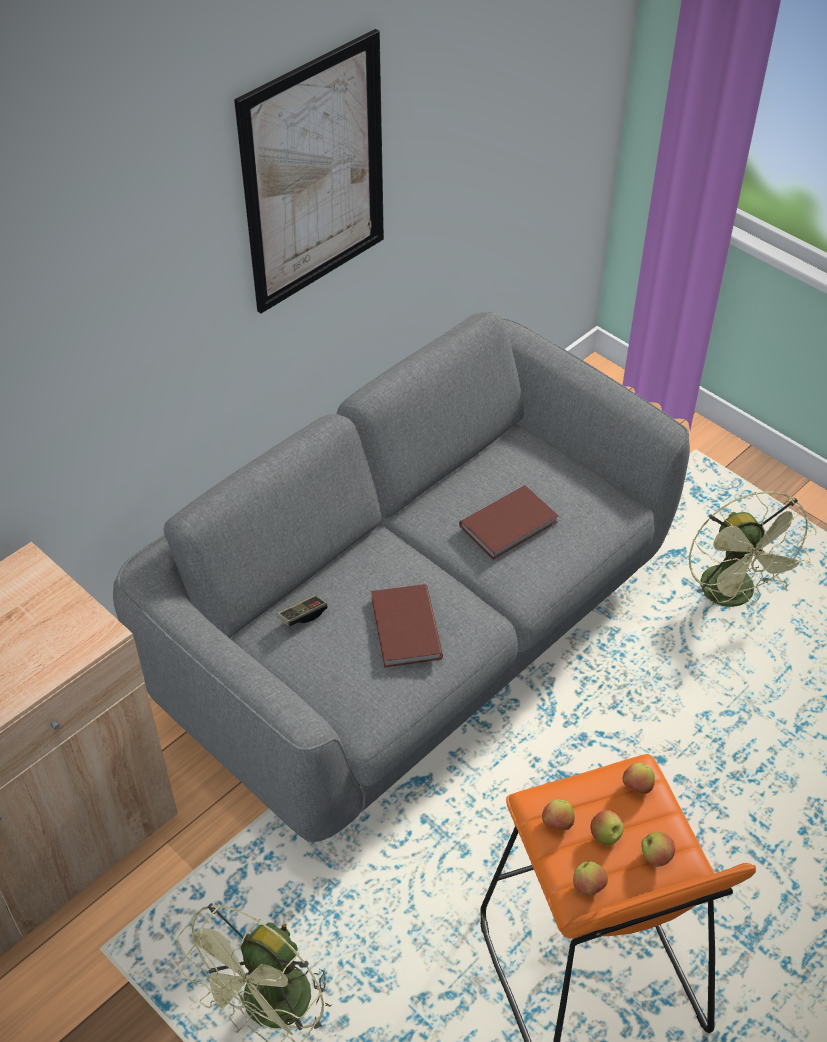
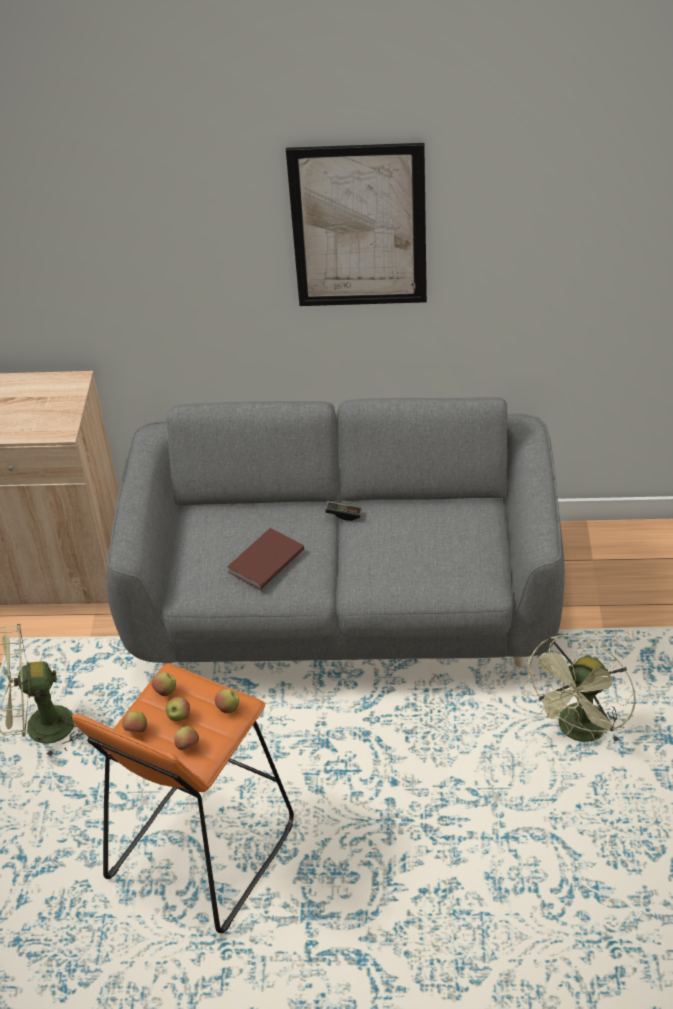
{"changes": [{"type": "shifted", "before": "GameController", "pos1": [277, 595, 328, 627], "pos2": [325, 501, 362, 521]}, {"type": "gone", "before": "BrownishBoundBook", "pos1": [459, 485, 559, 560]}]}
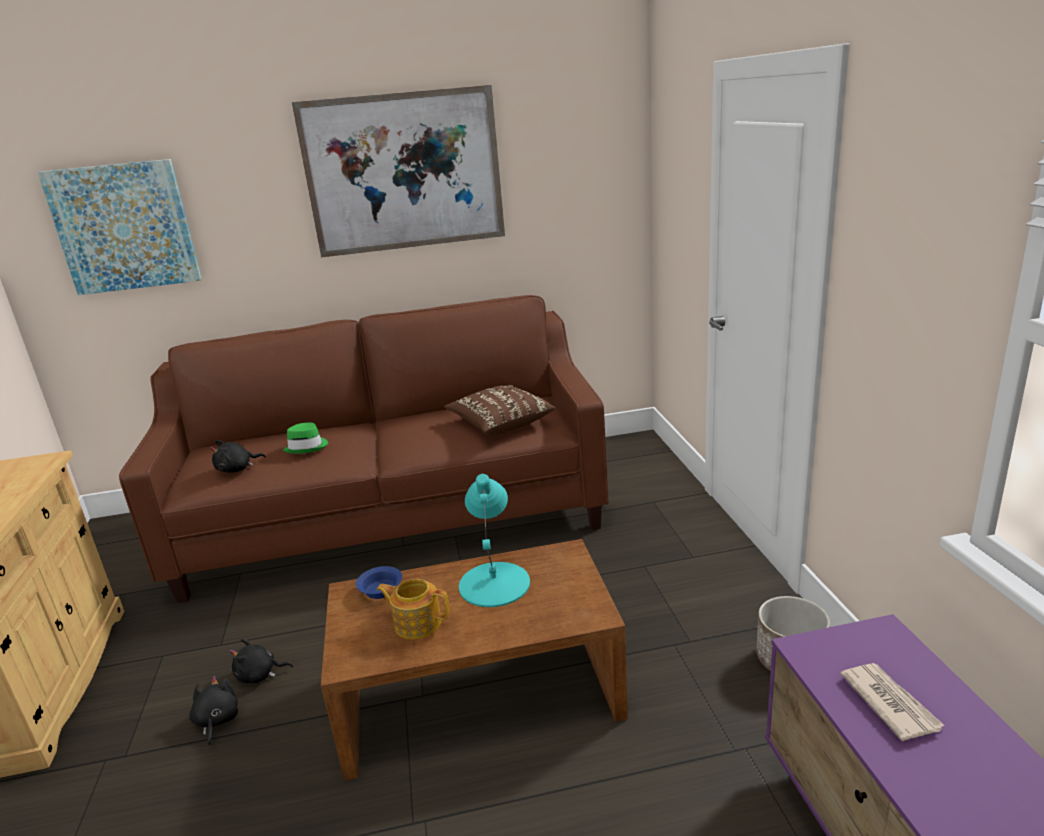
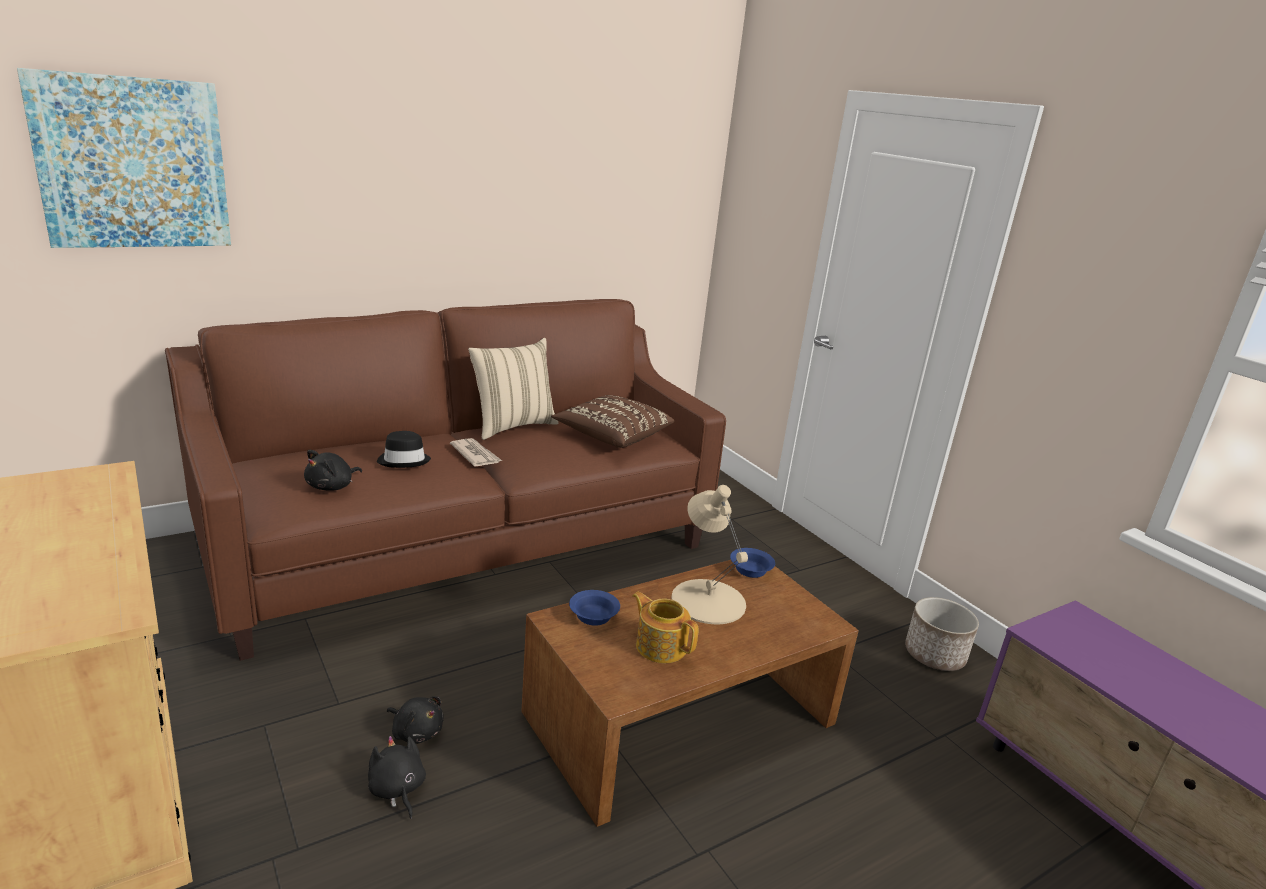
{"changes": [{"type": "rotated", "before": "BlackColouredPlushToy", "pos1": [230, 639, 293, 684], "pos2": [387, 696, 444, 744], "turn": -120}, {"type": "repainted", "before": "GreenishHat", "after": "BlackColouredHat", "pos1": [283, 422, 328, 454], "pos2": [377, 431, 431, 468]}, {"type": "gone", "before": "WallArt", "pos1": [292, 85, 505, 257]}, {"type": "rotated", "before": "Teapot", "pos1": [376, 579, 450, 639], "pos2": [632, 592, 699, 663], "turn": 45}, {"type": "repainted", "before": "BlueGreenTabletopLamp", "after": "SandColouredTabletopLamp", "pos1": [459, 474, 530, 607], "pos2": [671, 485, 748, 624]}, {"type": "shifted", "before": "PrintedPaper", "pos1": [840, 663, 945, 741], "pos2": [450, 438, 502, 466]}, {"type": "new", "after": "SandColouredCushion", "pos2": [468, 338, 559, 440]}, {"type": "new", "after": "BlueBowl", "pos2": [730, 548, 775, 578]}]}
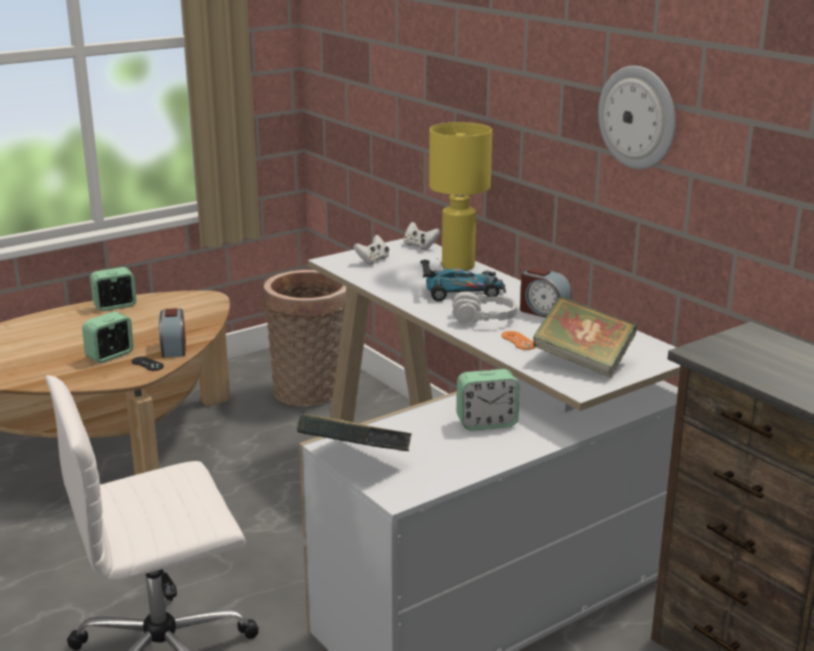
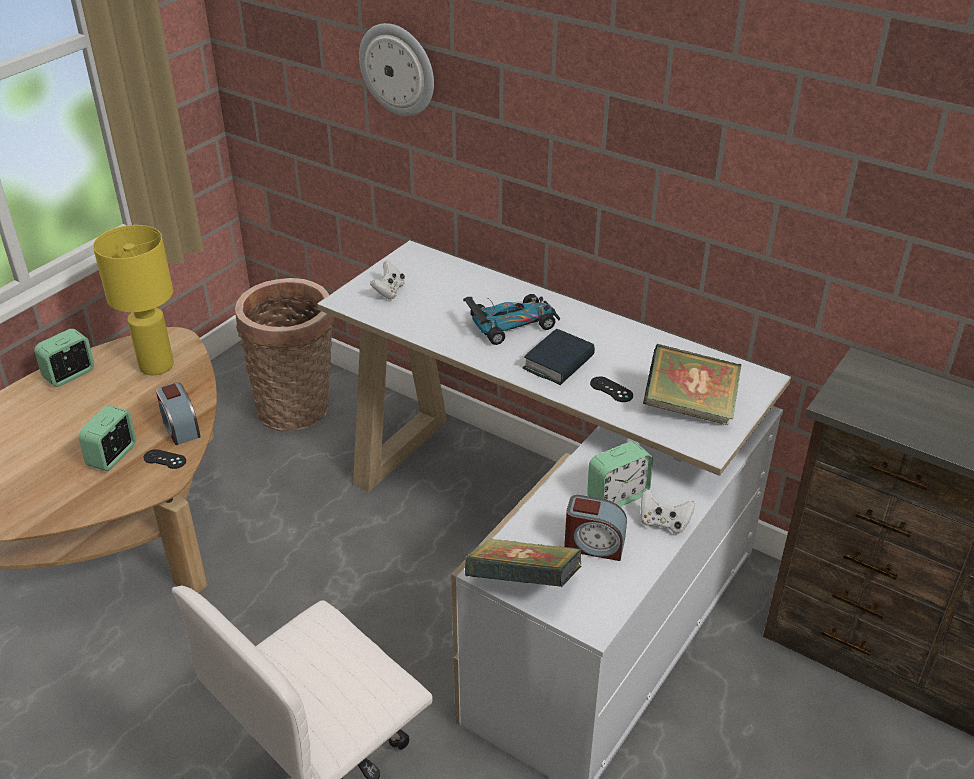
{"changes": [{"type": "shifted", "before": "WhitishGameController", "pos1": [404, 222, 440, 250], "pos2": [640, 489, 695, 534]}, {"type": "shifted", "before": "YellowishTabletopLamp", "pos1": [429, 122, 492, 271], "pos2": [93, 225, 174, 375]}, {"type": "swapped", "before": "GreyPairOfHeadphones", "after": "BoundBook", "pos1": [452, 291, 517, 324], "pos2": [523, 329, 595, 385]}, {"type": "repainted", "before": "OrangeGameController", "after": "BlackColouredGameController", "pos1": [501, 331, 535, 350], "pos2": [590, 376, 633, 402]}, {"type": "shifted", "before": "TableClock", "pos1": [520, 267, 572, 318], "pos2": [564, 495, 627, 561]}, {"type": "shifted", "before": "WallClock", "pos1": [598, 66, 676, 169], "pos2": [359, 23, 434, 116]}]}
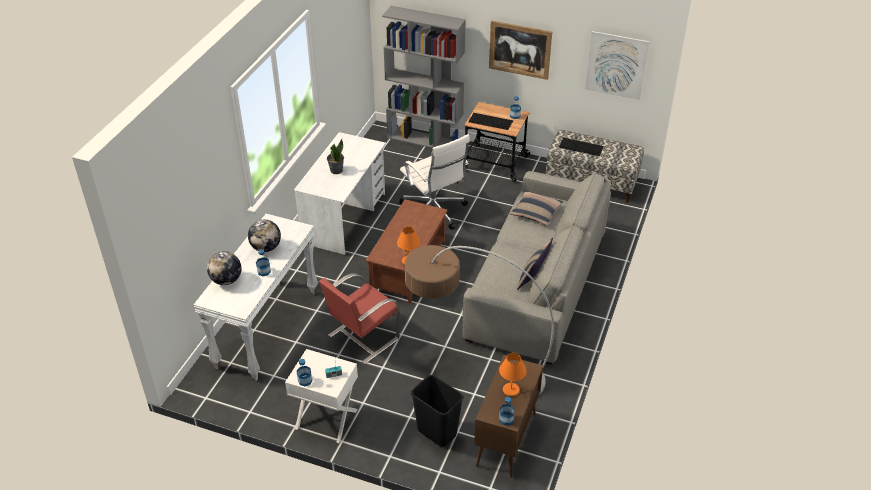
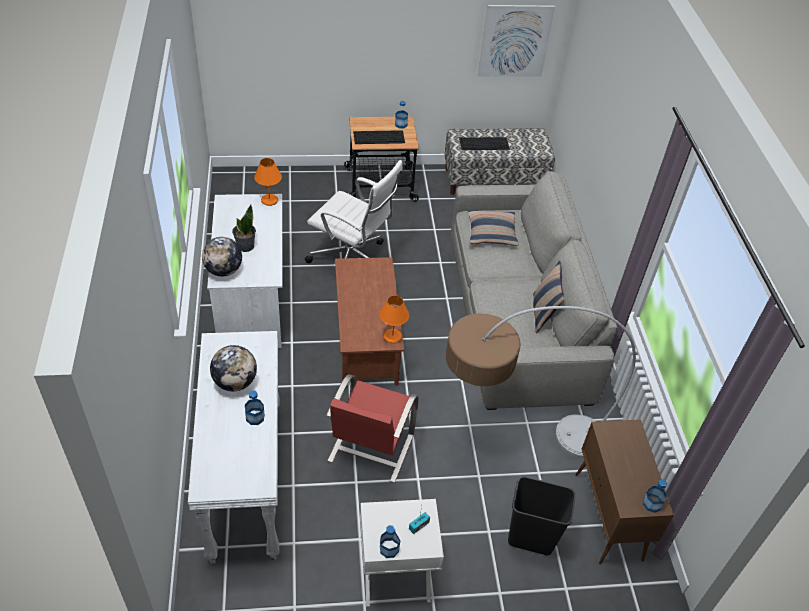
{"changes": [{"type": "shifted", "before": "DeskGlobe", "pos1": [207, 251, 241, 285], "pos2": [202, 237, 242, 277]}, {"type": "gone", "before": "GreyBookcase", "pos1": [382, 6, 466, 148]}, {"type": "gone", "before": "WallArt", "pos1": [489, 20, 552, 80]}, {"type": "shifted", "before": "OrangeTabletopLamp", "pos1": [499, 353, 527, 397], "pos2": [254, 158, 282, 206]}]}
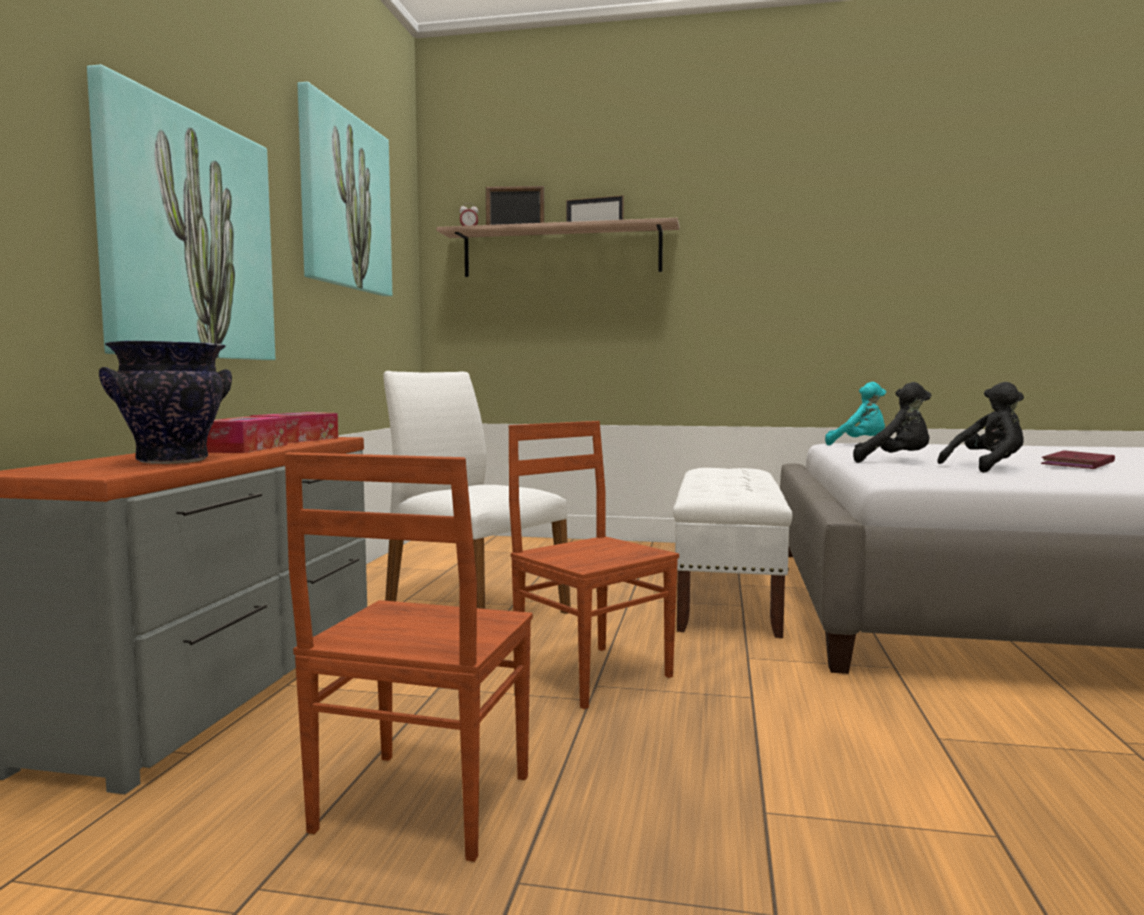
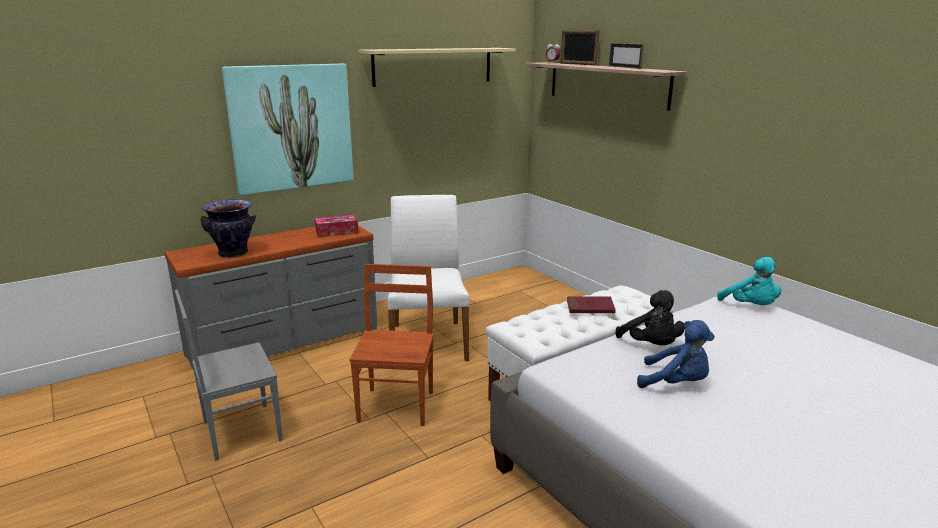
{"changes": [{"type": "gone", "before": "TissueHolder", "pos1": [207, 417, 287, 453]}, {"type": "repainted", "before": "BrownishChair", "after": "GreyChair", "pos1": [284, 452, 533, 862], "pos2": [175, 289, 283, 461]}, {"type": "swapped", "before": "WallArt", "after": "SandColouredBracketShelf", "pos1": [297, 82, 392, 296], "pos2": [358, 48, 516, 87]}, {"type": "repainted", "before": "BlackColouredPlushToy", "after": "BluePlushToy", "pos1": [937, 382, 1024, 473], "pos2": [637, 320, 715, 388]}, {"type": "shifted", "before": "RedColouredBoundBook", "pos1": [1041, 450, 1115, 469], "pos2": [567, 296, 616, 313]}]}
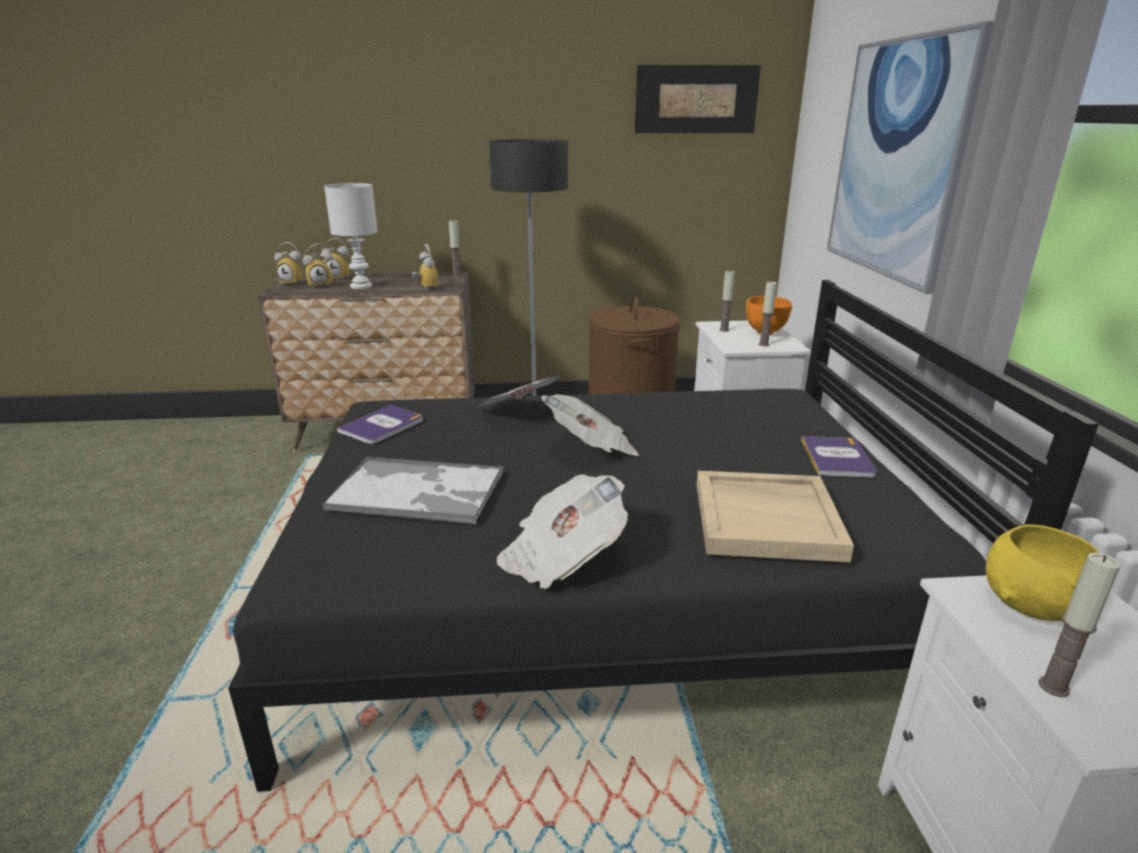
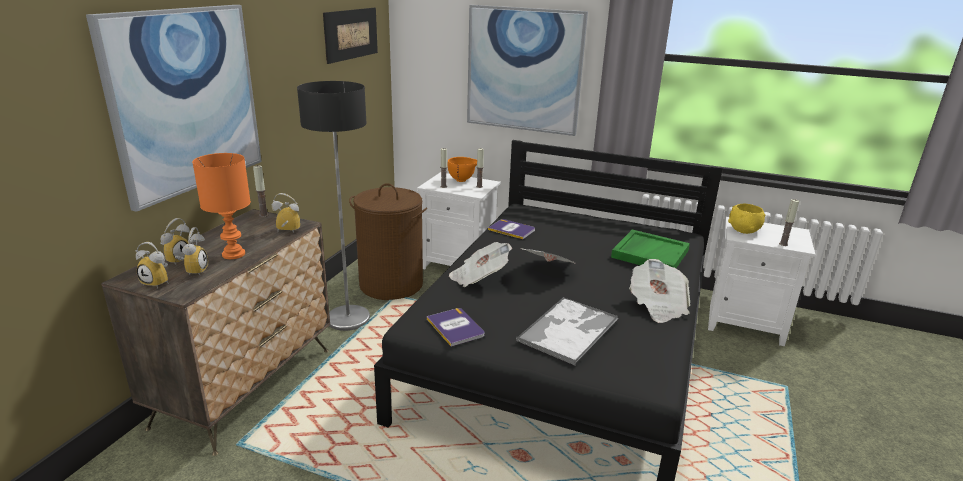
{"changes": [{"type": "rotated", "before": "TableClock", "pos1": [274, 242, 304, 285], "pos2": [136, 242, 169, 289], "turn": 75}, {"type": "repainted", "before": "WhitishTabletopLamp", "after": "OrangeTabletopLamp", "pos1": [324, 183, 378, 289], "pos2": [192, 153, 251, 259]}, {"type": "repainted", "before": "SandColouredCarryingTray", "after": "GreenishCarryingTray", "pos1": [697, 471, 854, 562], "pos2": [611, 230, 690, 268]}, {"type": "shifted", "before": "BoundBook", "pos1": [801, 436, 877, 478], "pos2": [488, 219, 535, 239]}, {"type": "new", "after": "WallArt", "pos2": [86, 5, 262, 212]}]}
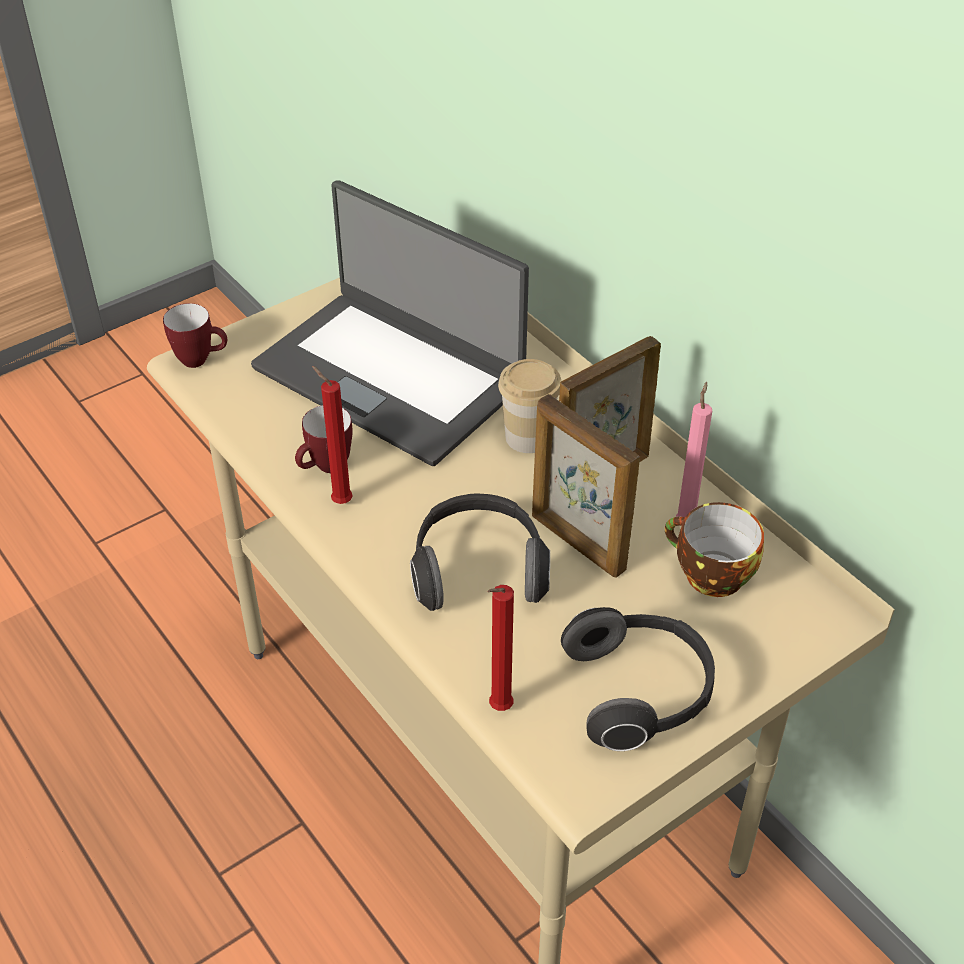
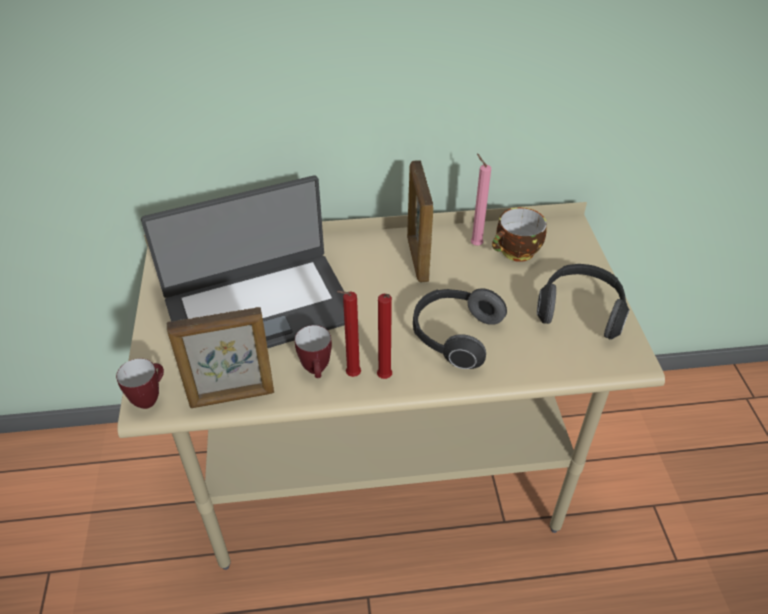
{"changes": [{"type": "shifted", "before": "RedColouredWaxCandle", "pos1": [488, 585, 514, 711], "pos2": [377, 294, 392, 379]}, {"type": "gone", "before": "Cup", "pos1": [498, 359, 561, 453]}, {"type": "shifted", "before": "PictureFrame", "pos1": [532, 394, 640, 578], "pos2": [167, 307, 274, 408]}]}
